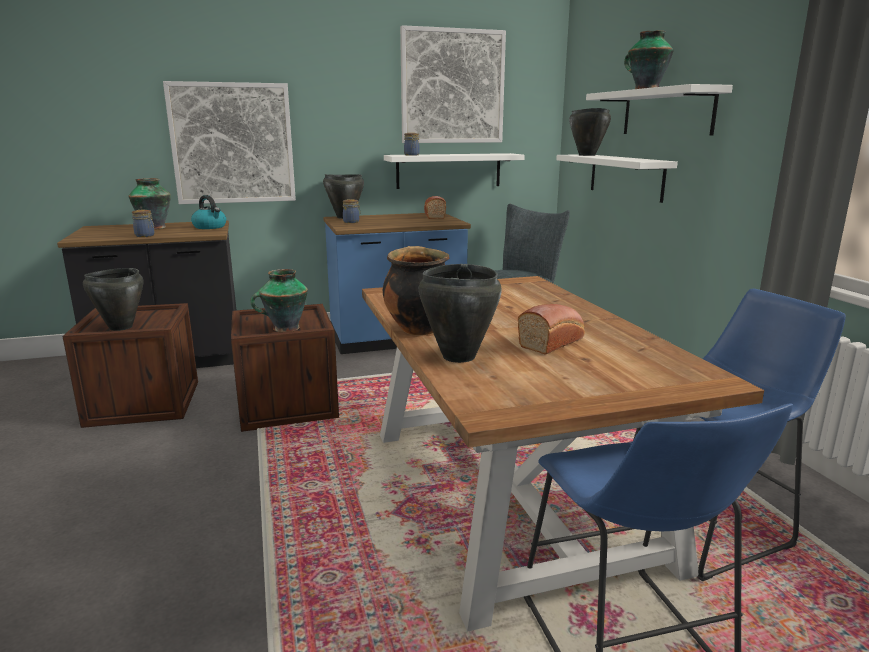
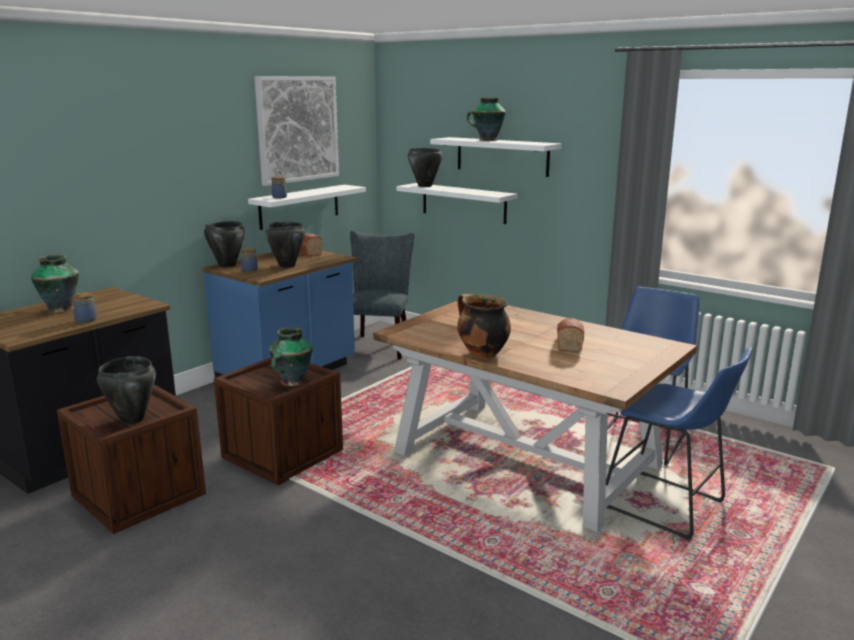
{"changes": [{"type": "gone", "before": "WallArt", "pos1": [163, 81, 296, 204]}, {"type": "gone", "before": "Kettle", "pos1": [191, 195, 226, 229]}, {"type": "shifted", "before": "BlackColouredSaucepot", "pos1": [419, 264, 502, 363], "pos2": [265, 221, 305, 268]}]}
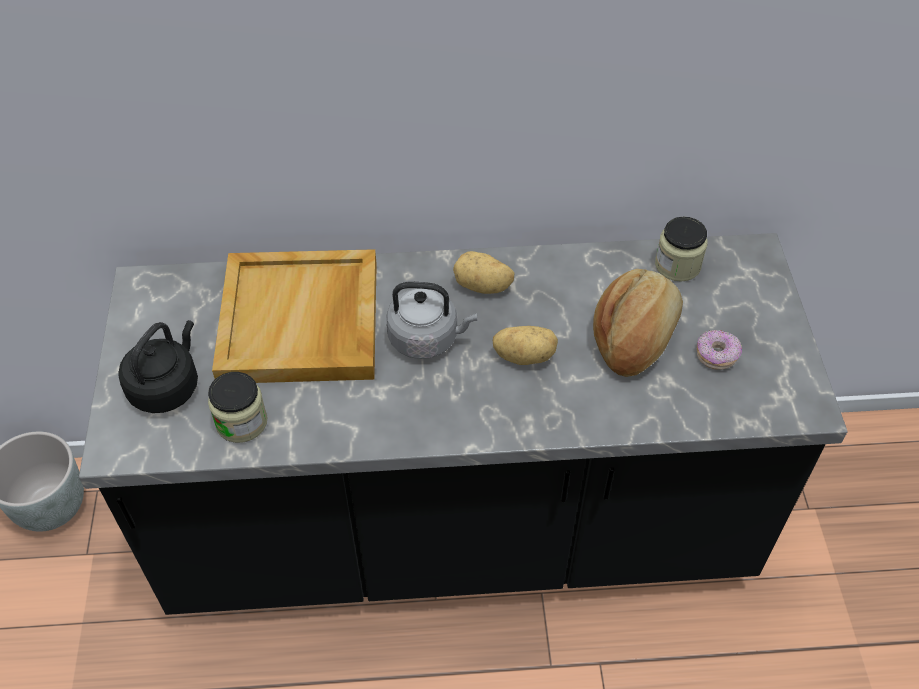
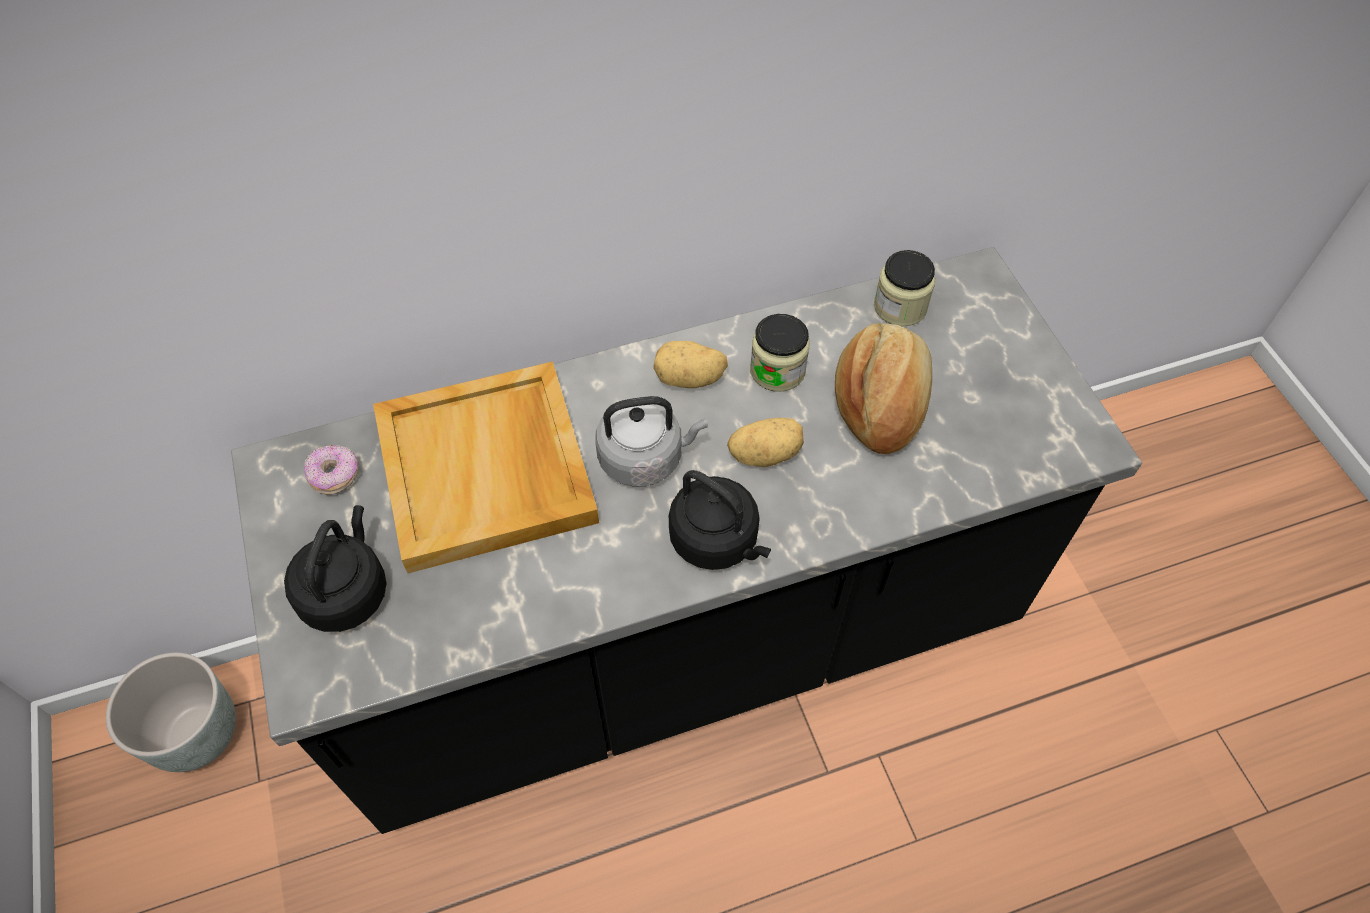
{"changes": [{"type": "shifted", "before": "StorageJar", "pos1": [208, 372, 267, 443], "pos2": [750, 314, 810, 392]}, {"type": "shifted", "before": "RingDoughnut", "pos1": [697, 330, 742, 370], "pos2": [304, 445, 359, 495]}, {"type": "new", "after": "BlackColouredKettle", "pos2": [669, 470, 771, 570]}]}
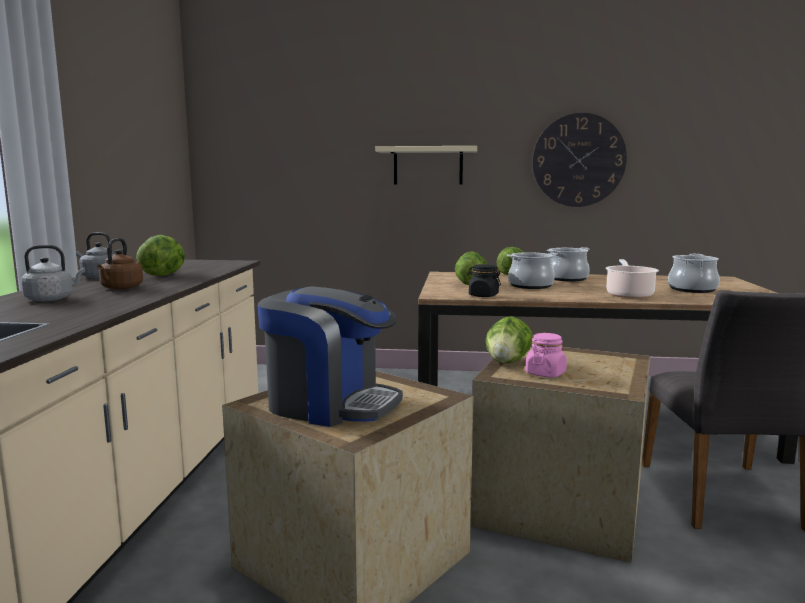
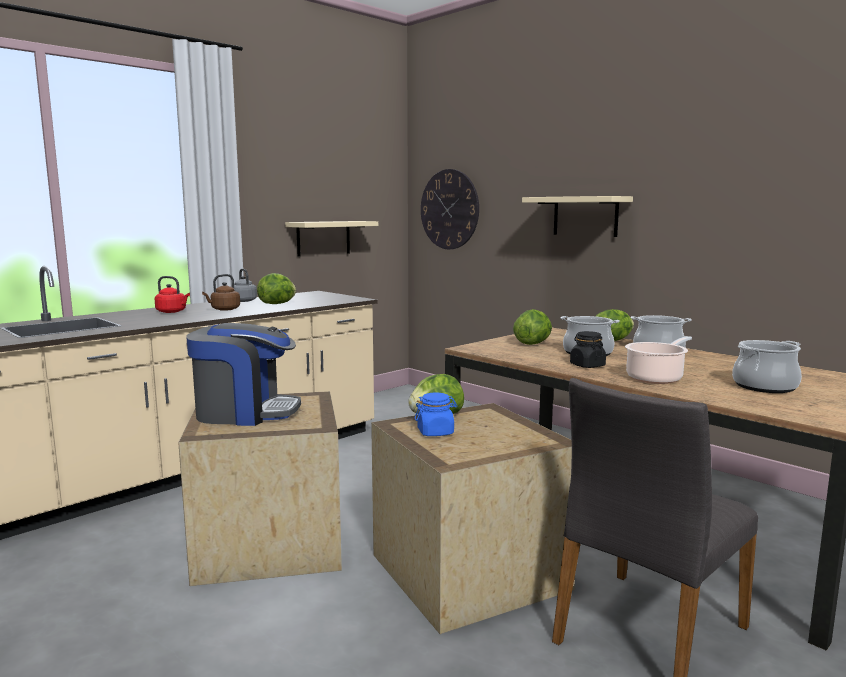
{"changes": [{"type": "repainted", "before": "GreyKettle", "after": "RedColouredKettle", "pos1": [21, 245, 85, 301], "pos2": [155, 276, 190, 313]}, {"type": "rotated", "before": "CoffeeMachine", "pos1": [257, 286, 403, 427], "pos2": [186, 323, 301, 426], "turn": -60}, {"type": "shifted", "before": "BlackColouredStorageJar", "pos1": [467, 264, 501, 297], "pos2": [570, 331, 606, 368]}, {"type": "repainted", "before": "PinkColouredStorageJar", "after": "BlueStorageJar", "pos1": [525, 333, 567, 378], "pos2": [415, 392, 457, 436]}, {"type": "shifted", "before": "WallClock", "pos1": [532, 113, 627, 207], "pos2": [421, 169, 479, 249]}, {"type": "new", "after": "SandColouredBracketShelf", "pos2": [285, 221, 378, 257]}]}
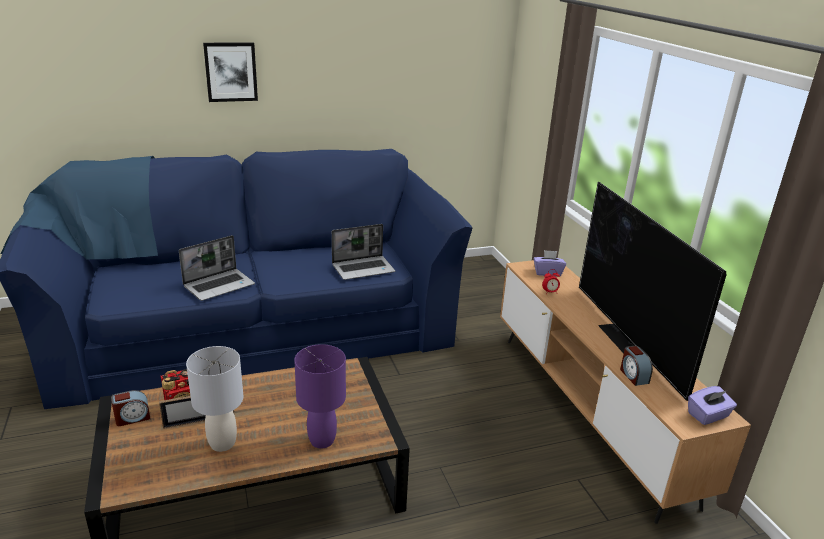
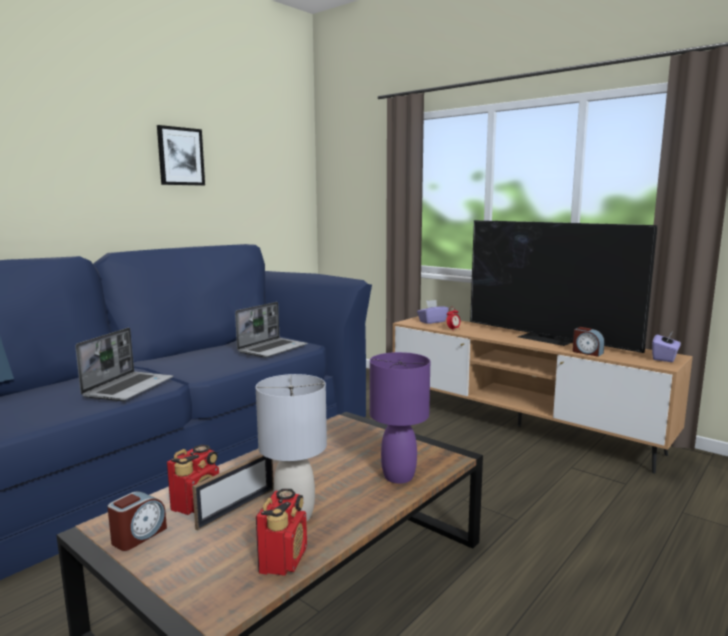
{"changes": [{"type": "shifted", "before": "WallArt", "pos1": [203, 42, 258, 102], "pos2": [157, 125, 205, 186]}, {"type": "new", "after": "RadioReceiver", "pos2": [256, 489, 307, 576]}]}
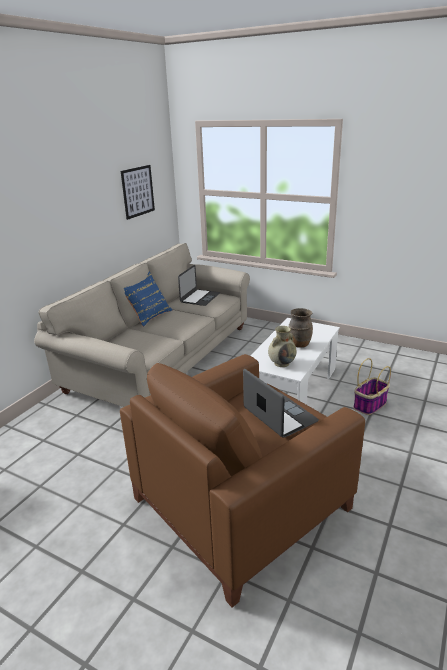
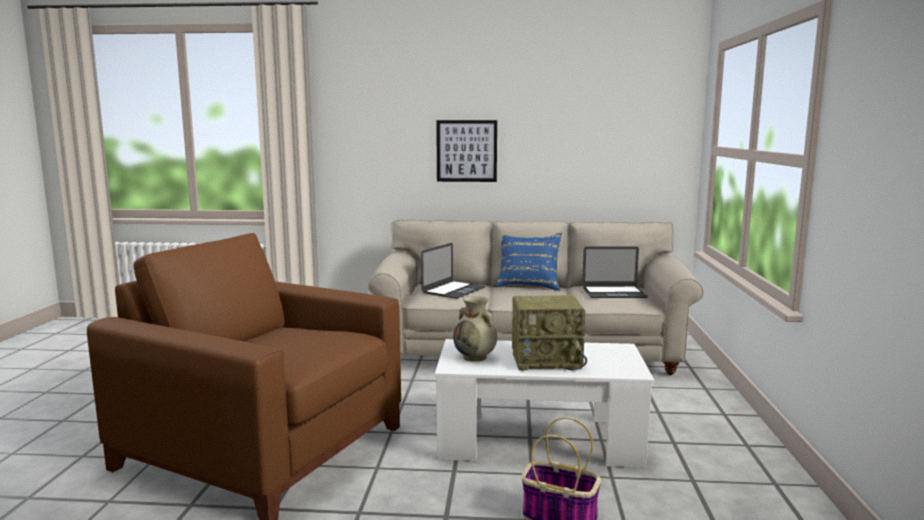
{"changes": [{"type": "shifted", "before": "WallArt", "pos1": [121, 165, 155, 220], "pos2": [436, 120, 497, 182]}, {"type": "shifted", "before": "PortableComputer", "pos1": [243, 369, 319, 438], "pos2": [421, 243, 486, 299]}, {"type": "swapped", "before": "BrownishVase", "after": "RadioReceiver", "pos1": [289, 308, 313, 348], "pos2": [512, 295, 587, 371]}]}
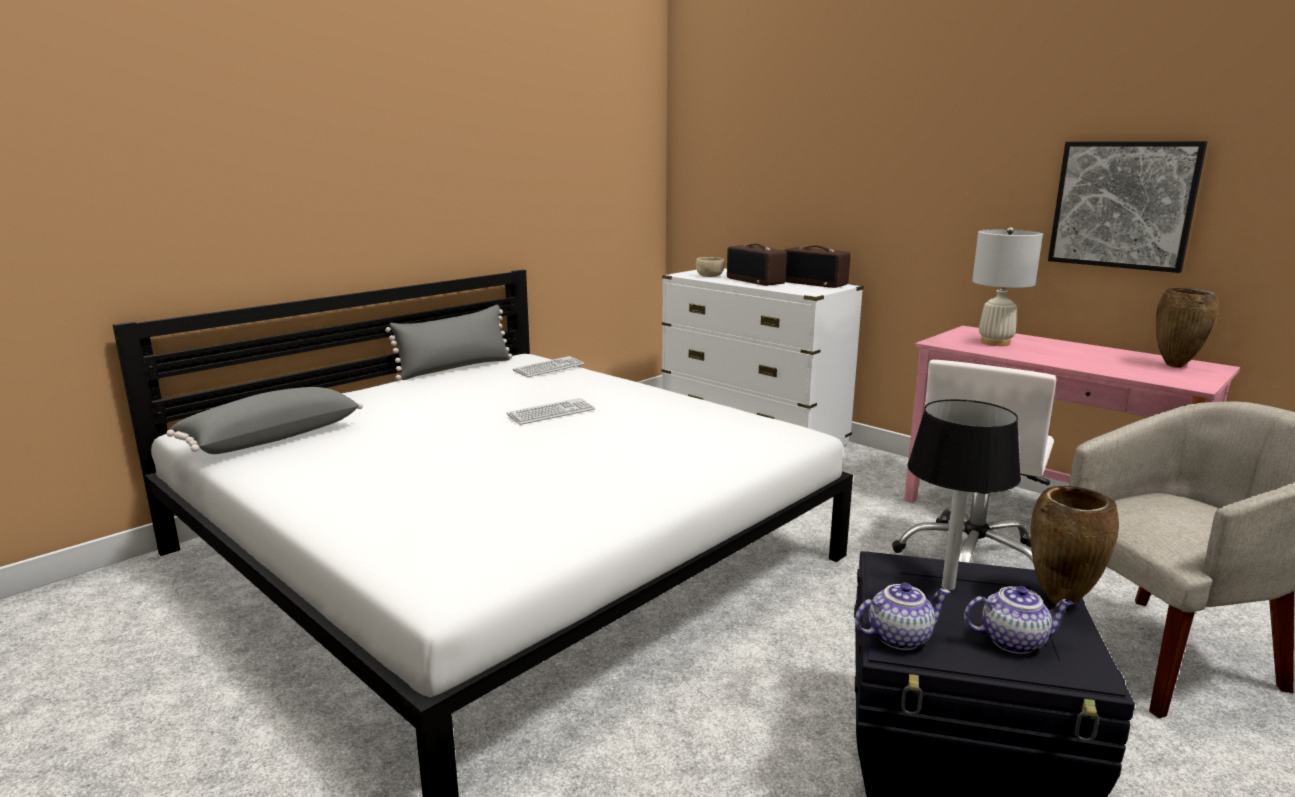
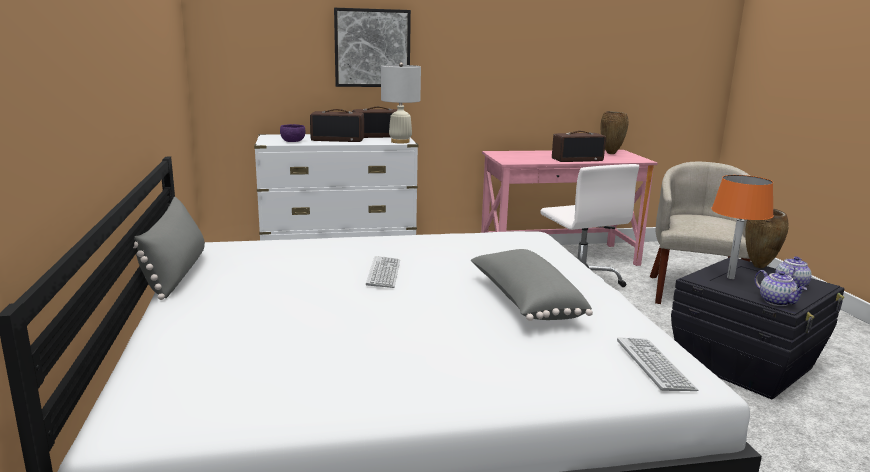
{"changes": [{"type": "shifted", "before": "GreyCushion", "pos1": [166, 387, 363, 454], "pos2": [471, 249, 593, 321]}, {"type": "shifted", "before": "Keyboard", "pos1": [513, 356, 584, 377], "pos2": [617, 337, 698, 391]}, {"type": "repainted", "before": "SandColouredBowl", "after": "PurpleColouredBowl", "pos1": [696, 257, 725, 277], "pos2": [280, 124, 305, 142]}, {"type": "rotated", "before": "Teapot", "pos1": [855, 583, 950, 650], "pos2": [755, 270, 807, 306], "turn": 135}, {"type": "repainted", "before": "BlackColouredTabletopLamp", "after": "OrangeTabletopLamp", "pos1": [907, 399, 1021, 590], "pos2": [711, 175, 774, 279]}, {"type": "shifted", "before": "WhitishTabletopLamp", "pos1": [972, 227, 1043, 346], "pos2": [381, 62, 421, 143]}, {"type": "shifted", "before": "WallArt", "pos1": [1048, 141, 1207, 273], "pos2": [334, 8, 411, 87]}, {"type": "new", "after": "RadioReceiver", "pos2": [552, 131, 606, 162]}]}
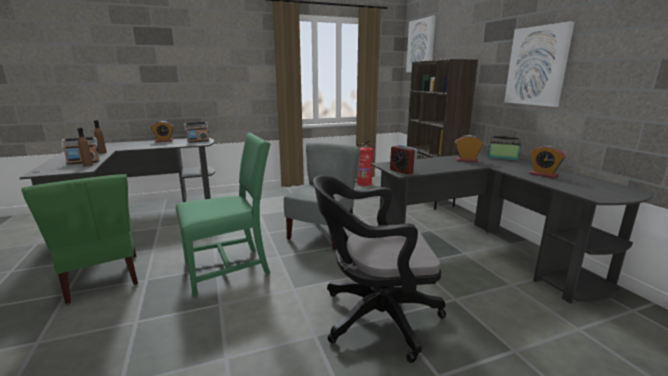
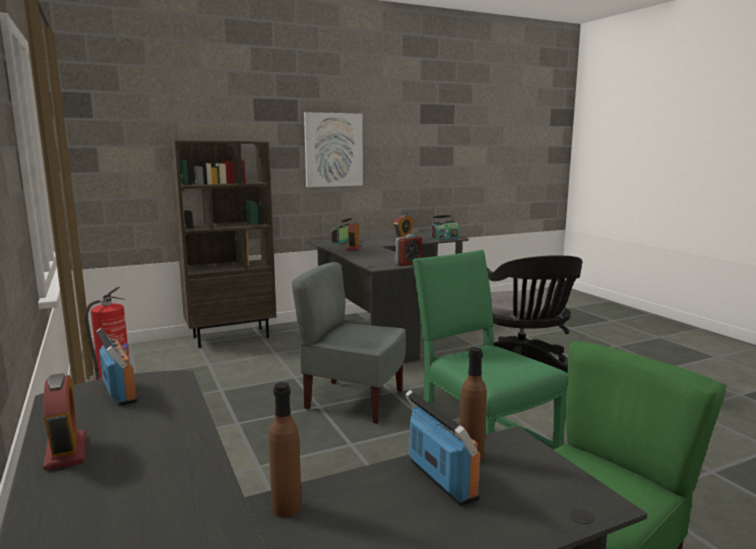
{"changes": [{"type": "gone", "before": "WallArt", "pos1": [406, 16, 436, 72]}, {"type": "new", "after": "RadioReceiver", "pos2": [431, 215, 459, 240]}]}
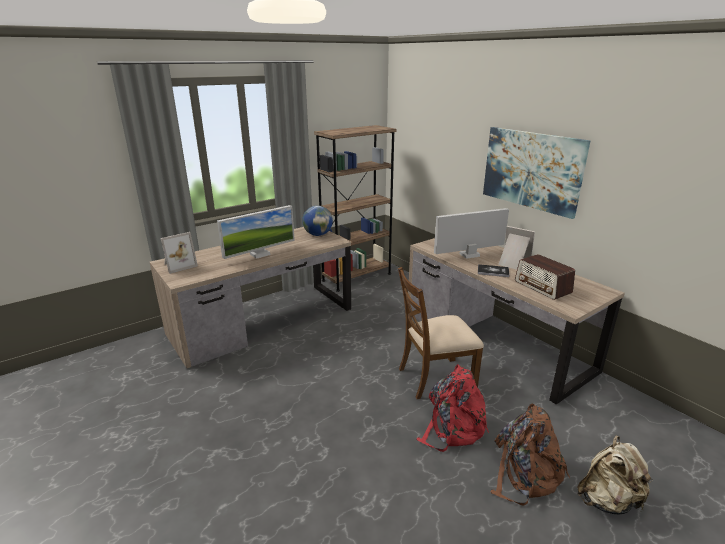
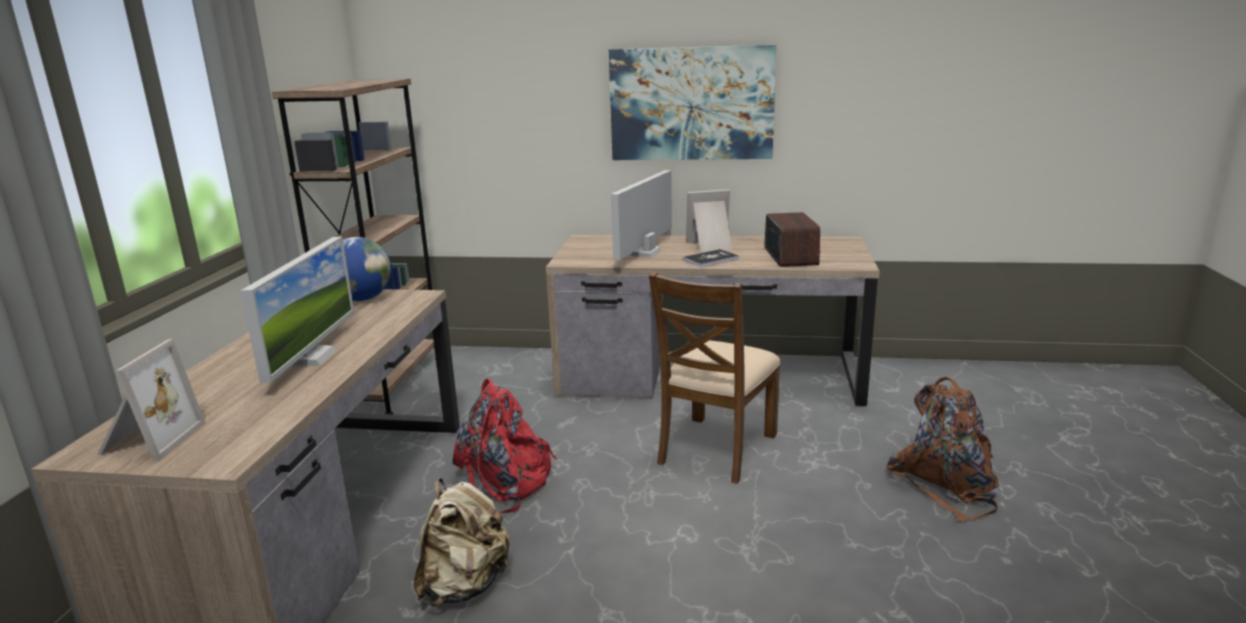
{"changes": [{"type": "shifted", "before": "RedColouredBackpack", "pos1": [416, 364, 489, 452], "pos2": [453, 379, 557, 513]}, {"type": "rotated", "before": "RadioReceiver", "pos1": [515, 254, 575, 300], "pos2": [764, 212, 821, 267], "turn": -105}, {"type": "shifted", "before": "SandColouredBackpack", "pos1": [577, 436, 653, 514], "pos2": [414, 478, 510, 607]}]}
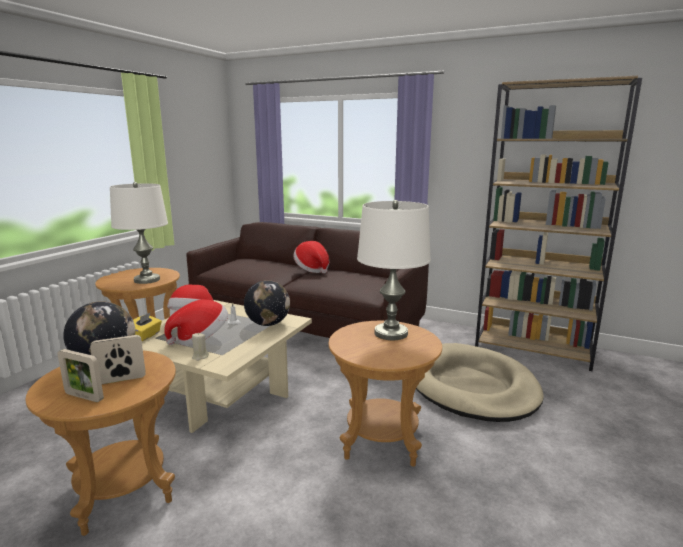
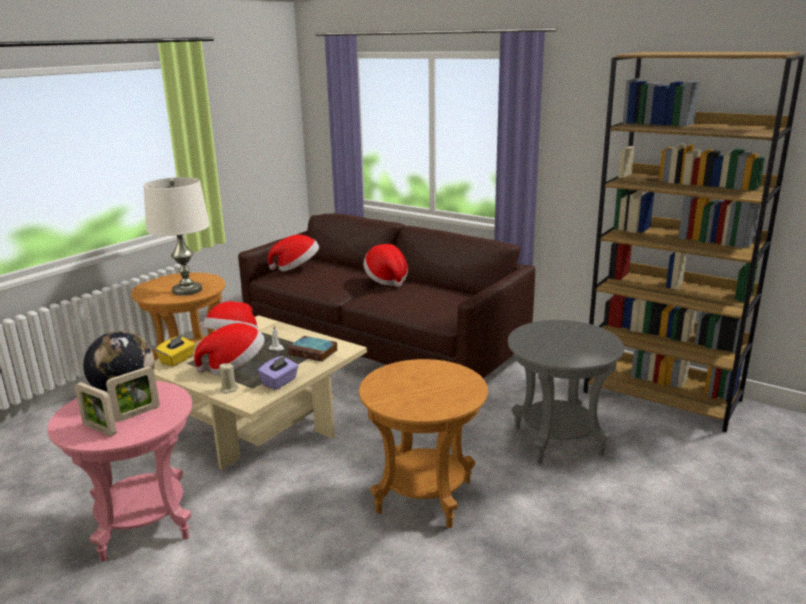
{"changes": [{"type": "repainted", "before": "BrownishSideTable", "after": "PinkColouredSideTable", "pos1": [25, 351, 176, 536], "pos2": [47, 381, 192, 562]}, {"type": "rotated", "before": "PictureFrame", "pos1": [90, 335, 146, 384], "pos2": [106, 366, 160, 422], "turn": 150}, {"type": "swapped", "before": "DeskGlobe", "after": "BoundBook", "pos1": [244, 280, 290, 326], "pos2": [287, 336, 337, 362]}, {"type": "gone", "before": "WhitishTabletopLamp", "pos1": [357, 200, 431, 340]}, {"type": "swapped", "before": "SandColouredDogCushion", "after": "GreySideTable", "pos1": [416, 343, 544, 422], "pos2": [508, 320, 624, 464]}, {"type": "new", "after": "PurpleColouredTissueHolder", "pos2": [258, 355, 298, 390]}, {"type": "new", "after": "Hat", "pos2": [268, 235, 319, 271]}]}
